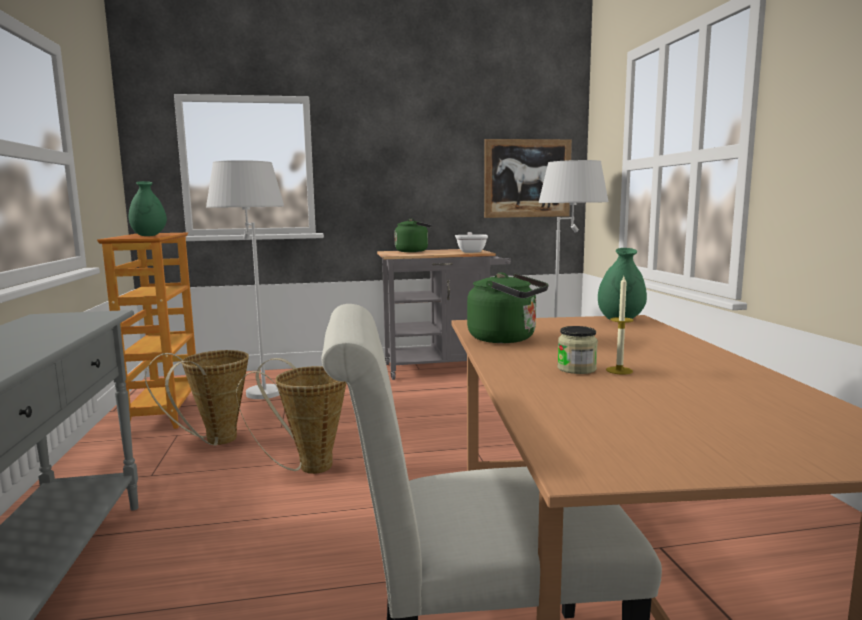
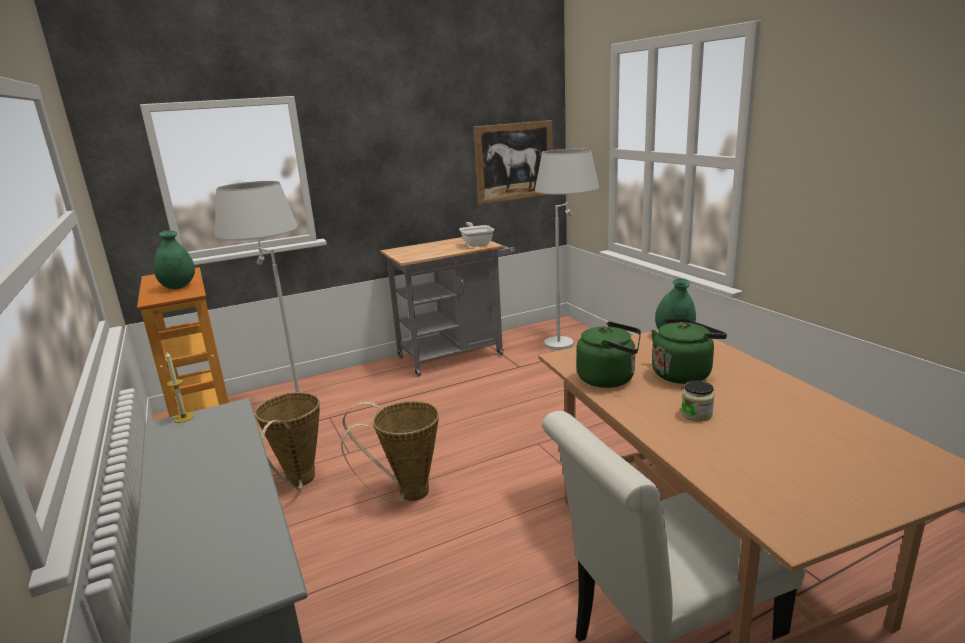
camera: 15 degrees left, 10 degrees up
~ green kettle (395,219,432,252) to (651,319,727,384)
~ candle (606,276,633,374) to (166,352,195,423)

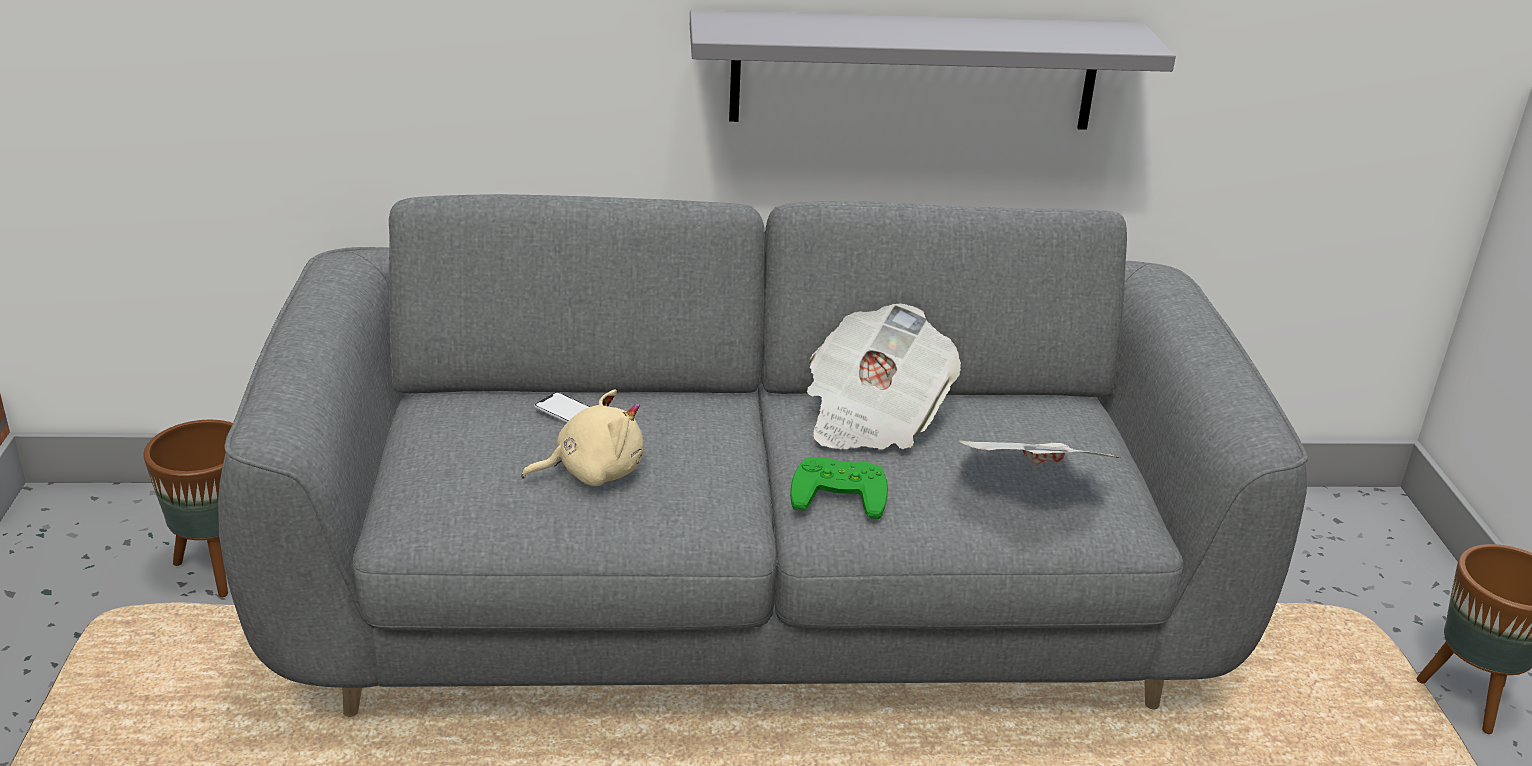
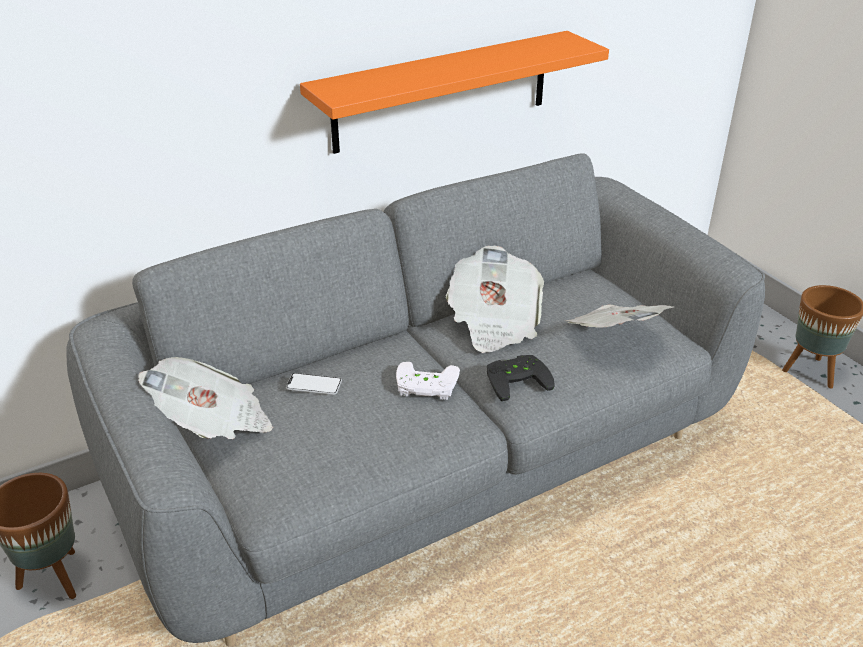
camera: 25 degrees left, 5 degrees up
- beige plush toy (521,389,644,486)
+ newspaper (138,357,274,439)
+ white game controller (396,362,460,400)
~ grey shelf (690,10,1176,130) to orange shelf (300,31,609,154)
~ green game controller (790,457,888,519) to black game controller (487,355,555,401)

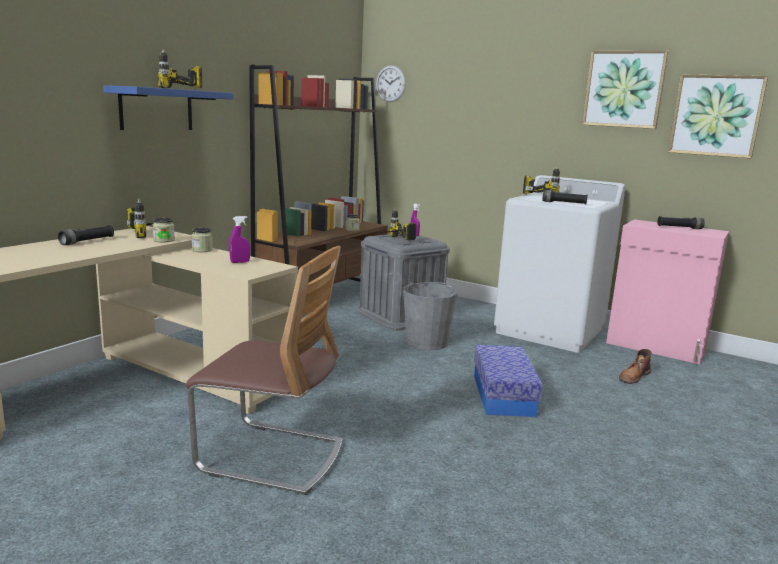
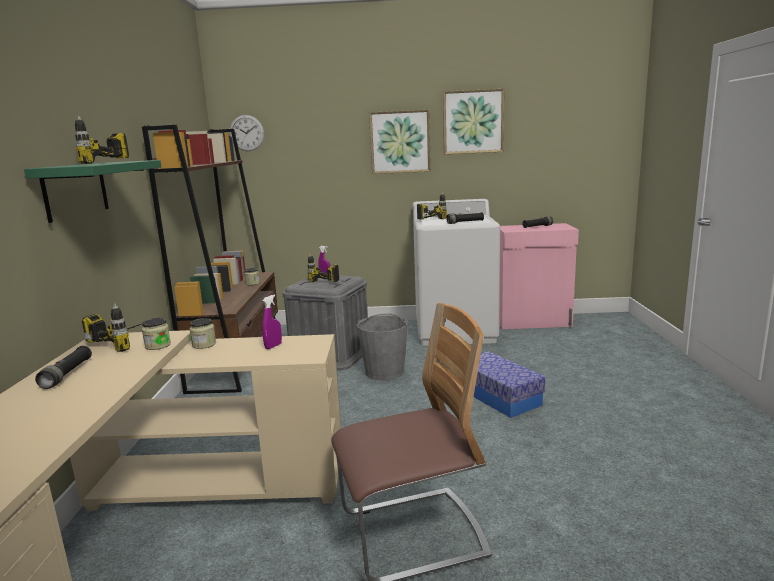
camera: 30 degrees left, 0 degrees up
- brown boot (619,349,652,384)
~ picture (668,74,768,158) to (369,110,431,174)
~ blue shelf (103,85,233,130) to green shelf (24,160,161,223)

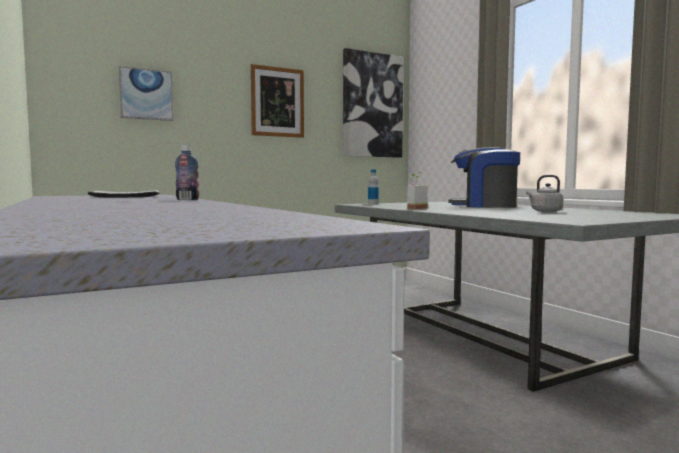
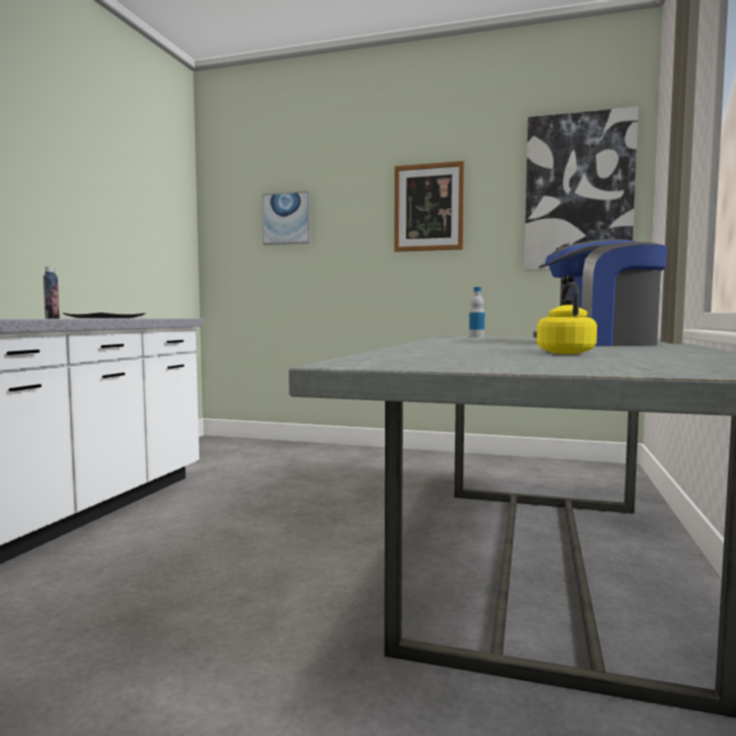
camera: 45 degrees right, 0 degrees up
- potted plant (407,172,428,209)
~ grey kettle (526,175,563,212) to yellow kettle (537,282,597,354)
~ coffee machine (448,147,520,208) = (533,239,667,346) 60 degrees counterclockwise

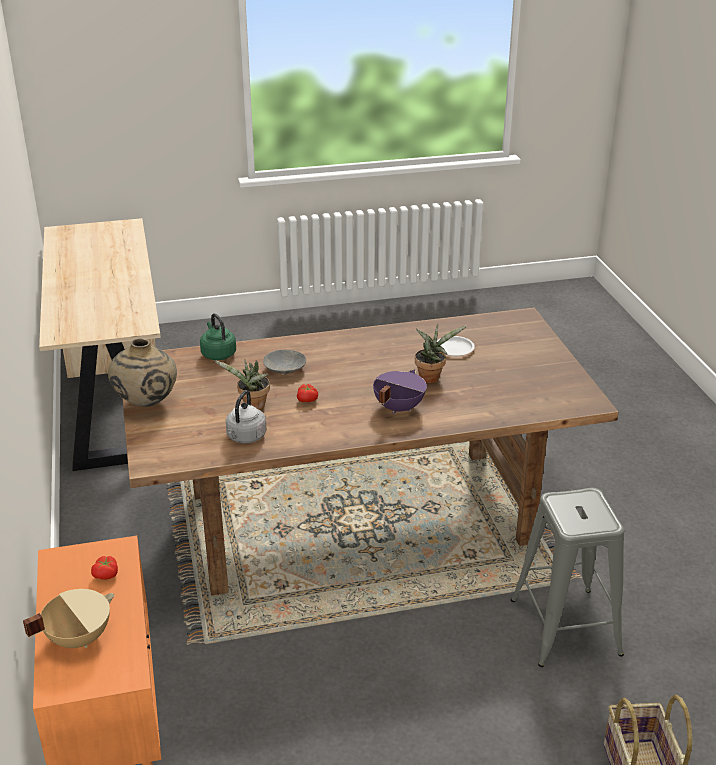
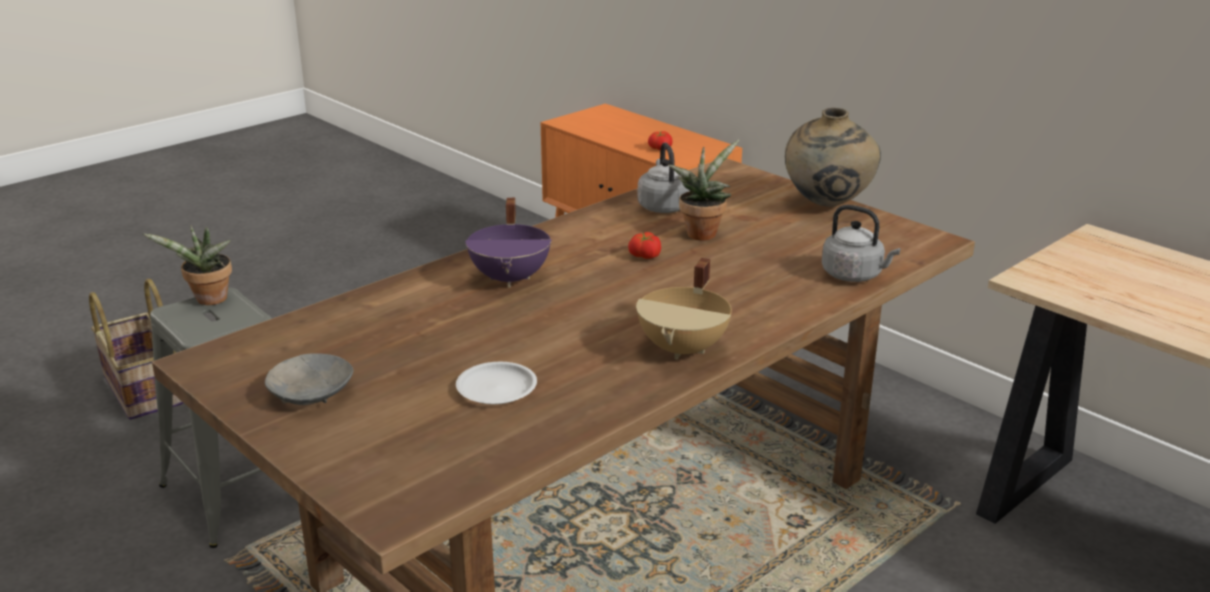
camera: 150 degrees right, 5 degrees down
~ beige cooking pot (23,589,115,648) to (636,258,732,360)
~ grey bowl (263,350,306,375) to (265,353,353,405)
~ potted plant (415,324,467,383) to (142,225,232,305)
~ green kettle (200,313,236,360) to grey kettle (822,205,901,282)

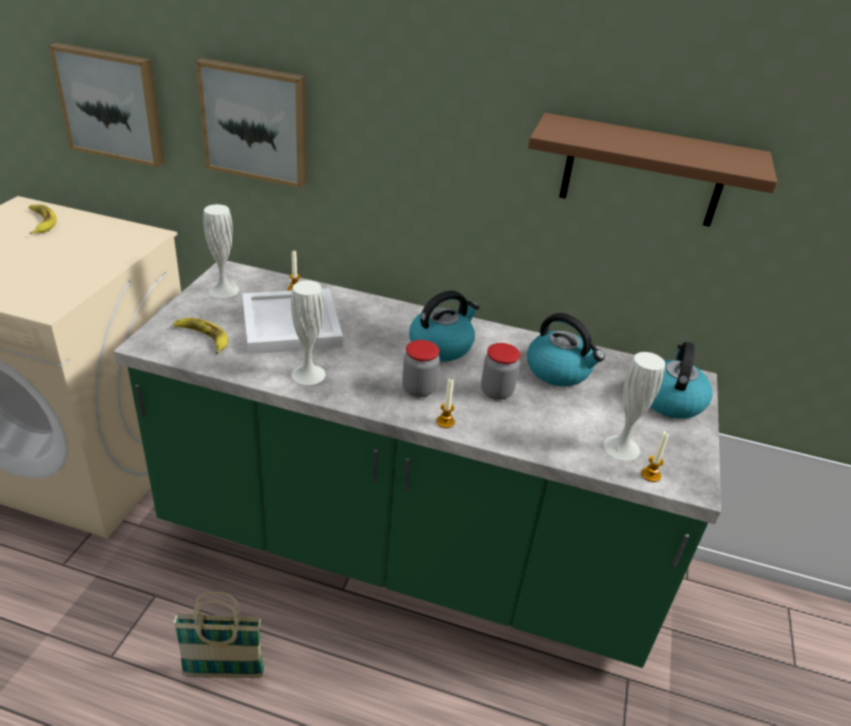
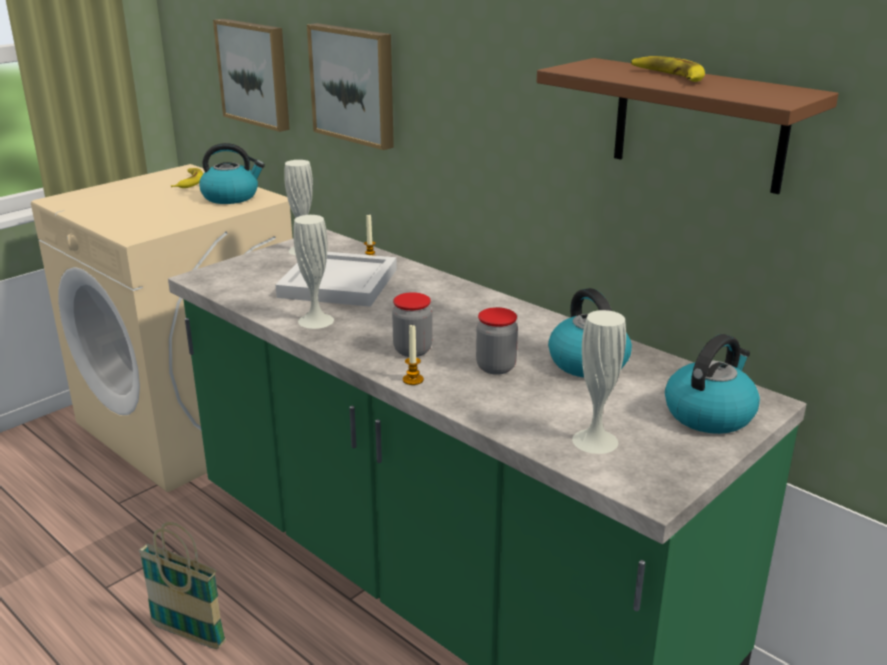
camera: 30 degrees right, 10 degrees down
- candle (641,431,669,482)
~ banana (173,318,228,354) to (631,56,705,82)
~ kettle (409,290,480,361) to (199,143,265,204)

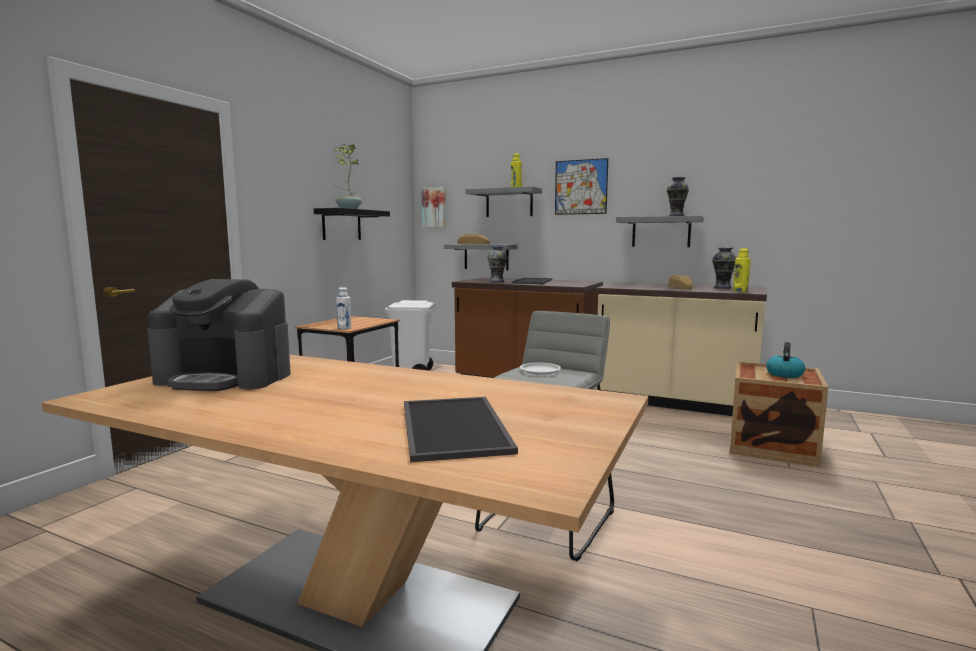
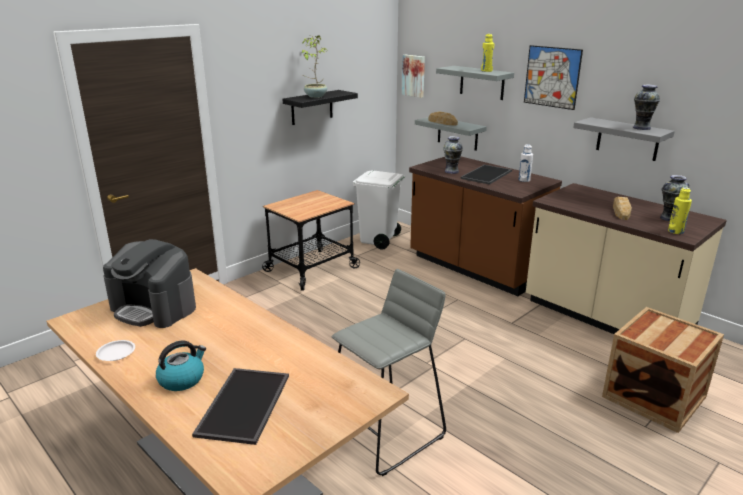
camera: 20 degrees right, 15 degrees up
~ white bottle (336,287,352,330) to (519,144,533,182)
~ white plate (520,363,561,375) to (96,340,135,361)
~ kettle (766,342,805,378) to (156,340,206,391)

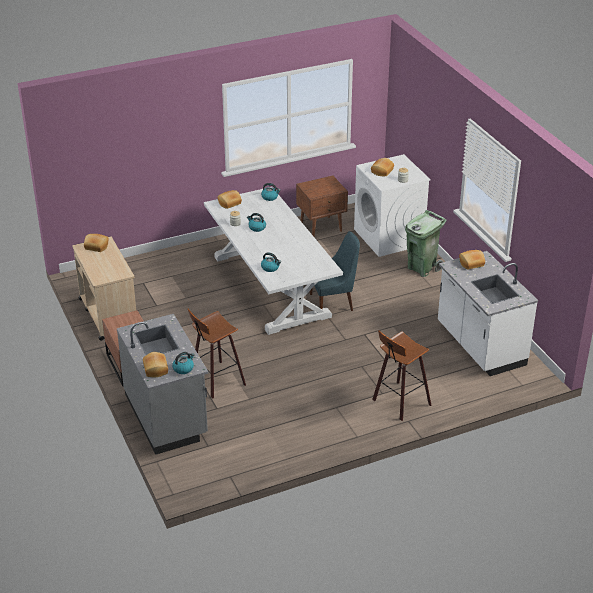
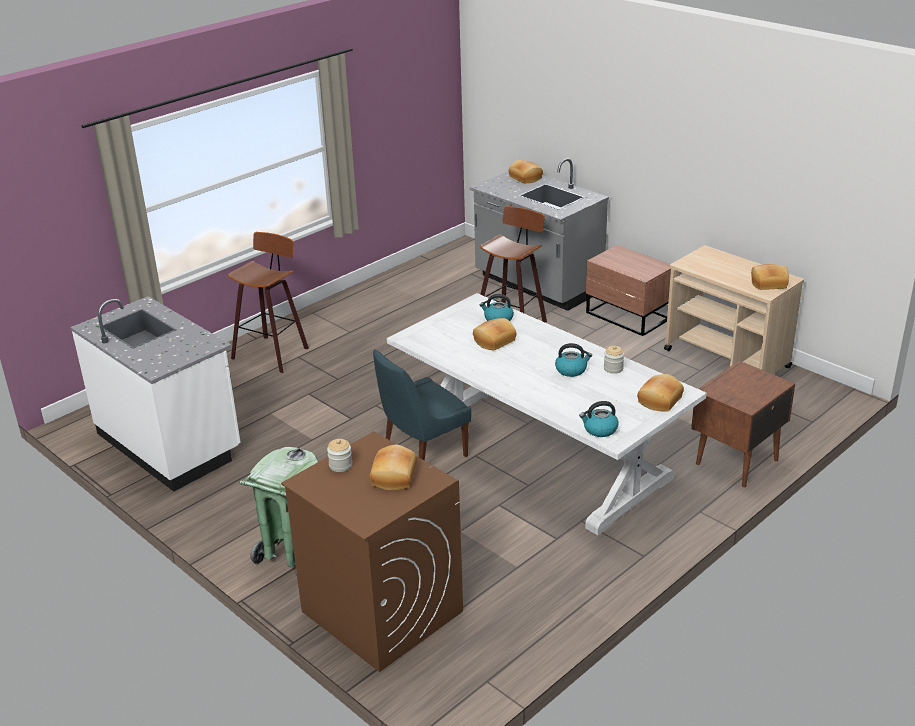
camera: 160 degrees right, 5 degrees down
- kettle (172,352,194,374)
~ brown nightstand (296,176,348,237) to (691,361,795,487)
~ bread (459,250,485,270) to (473,318,516,351)
~ white washing machine (354,154,431,257) to brown washing machine (281,431,463,672)

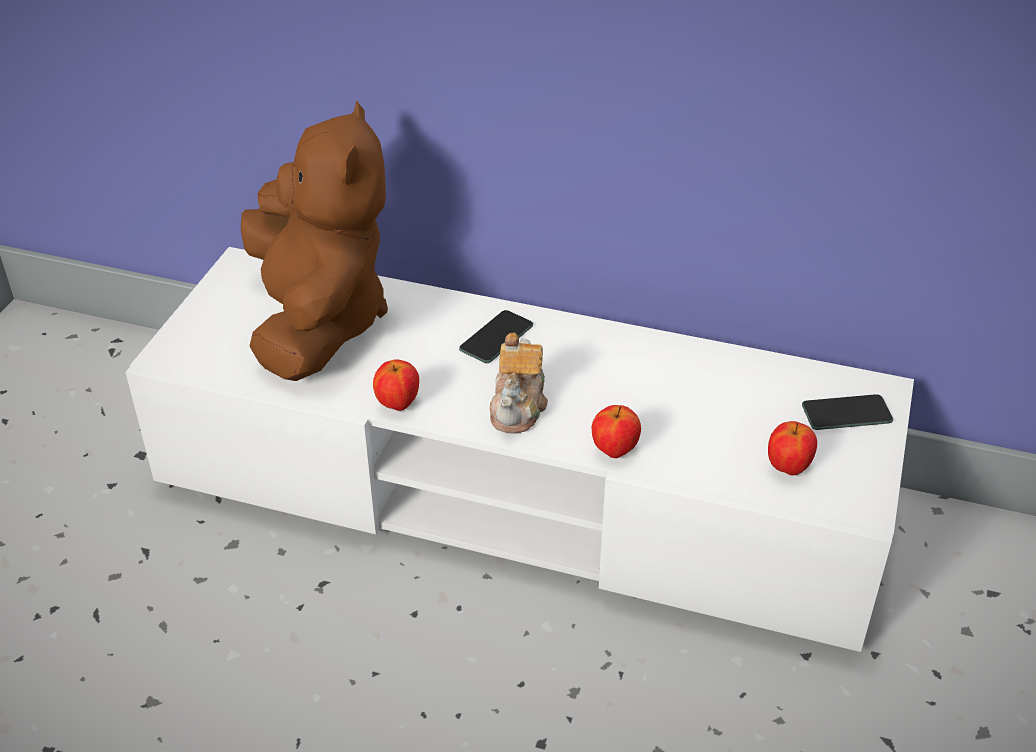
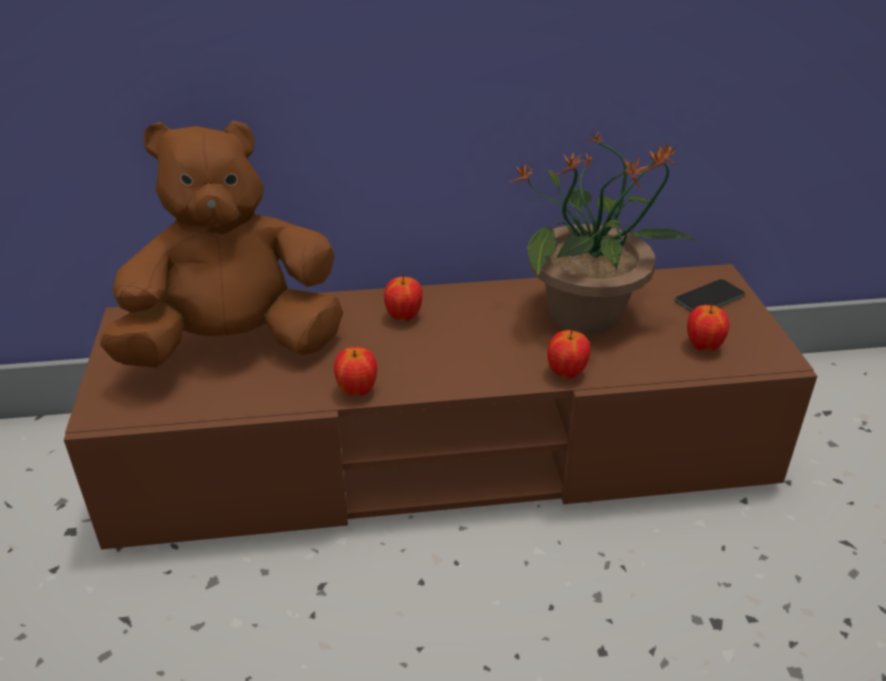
camera: 25 degrees left, 5 degrees down
- teapot (490,332,548,434)
+ potted plant (510,132,696,334)
~ phone (459,310,533,363) to apple (384,275,423,321)
~ white tv stand (126,247,914,652) to brown tv stand (64,264,817,550)
~ brown plush toy (241,100,388,381) = (100,120,343,368) 75 degrees counterclockwise

